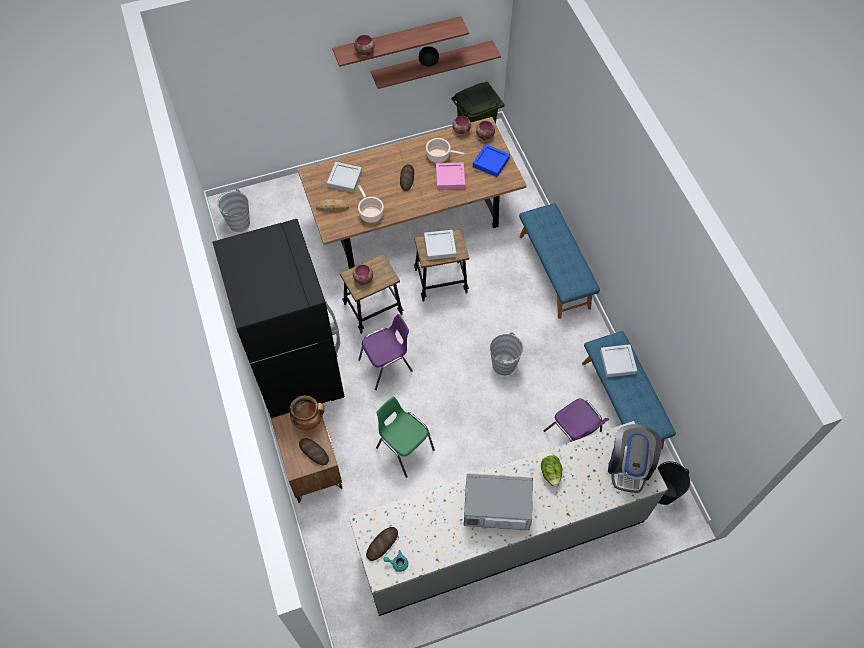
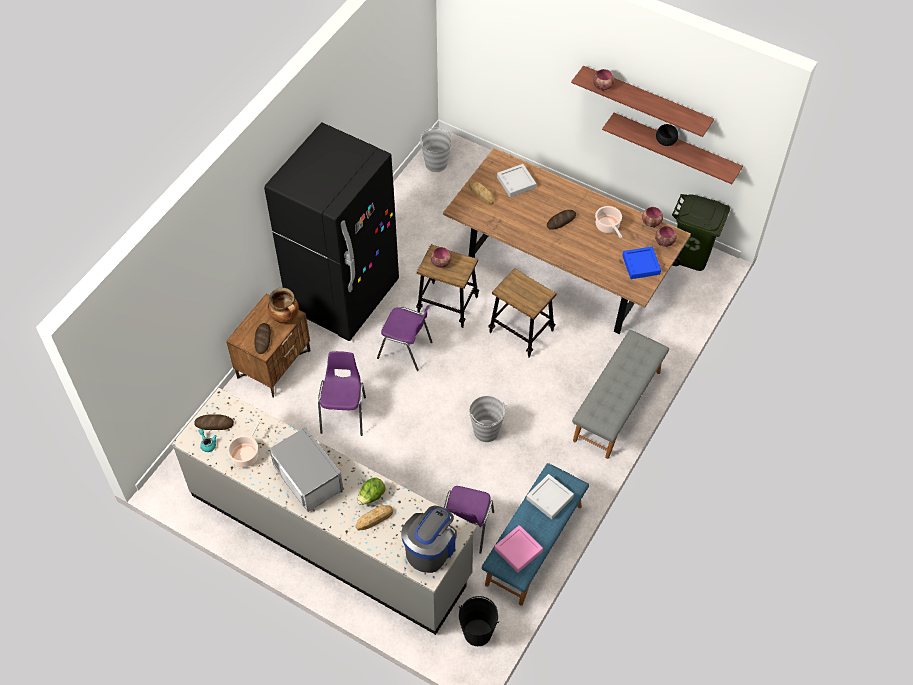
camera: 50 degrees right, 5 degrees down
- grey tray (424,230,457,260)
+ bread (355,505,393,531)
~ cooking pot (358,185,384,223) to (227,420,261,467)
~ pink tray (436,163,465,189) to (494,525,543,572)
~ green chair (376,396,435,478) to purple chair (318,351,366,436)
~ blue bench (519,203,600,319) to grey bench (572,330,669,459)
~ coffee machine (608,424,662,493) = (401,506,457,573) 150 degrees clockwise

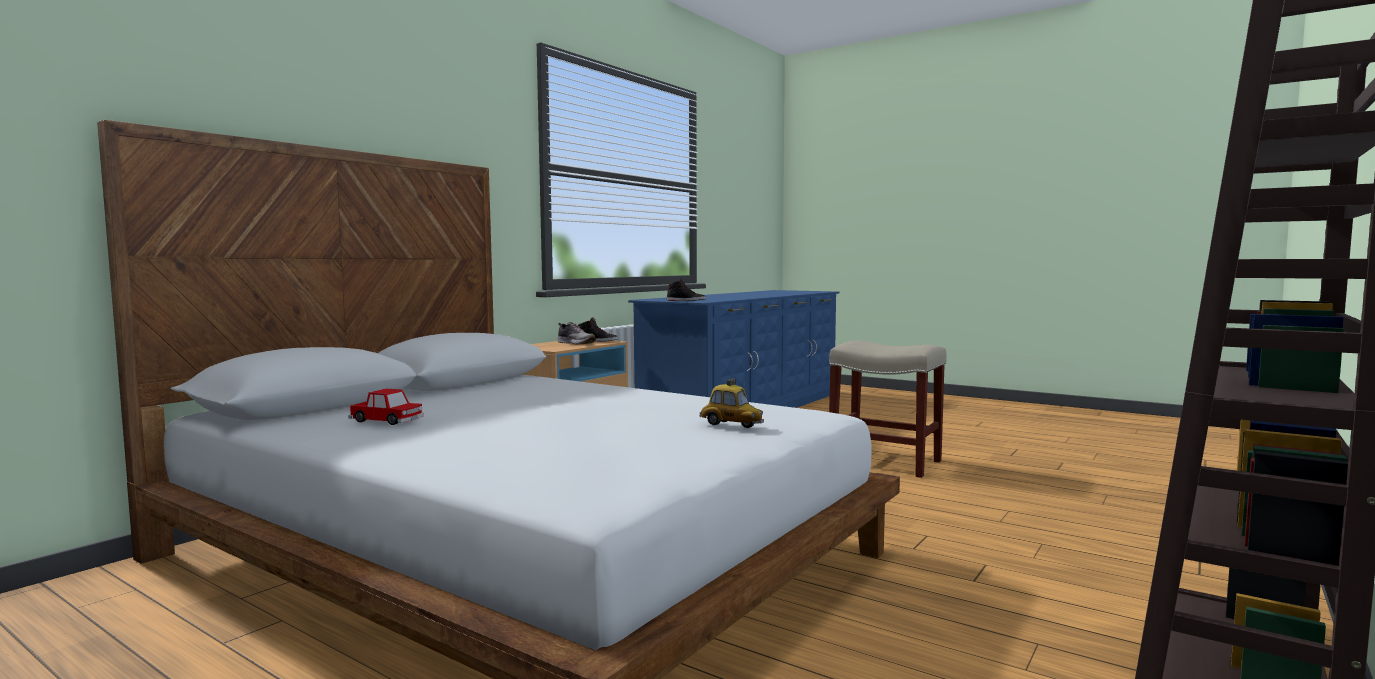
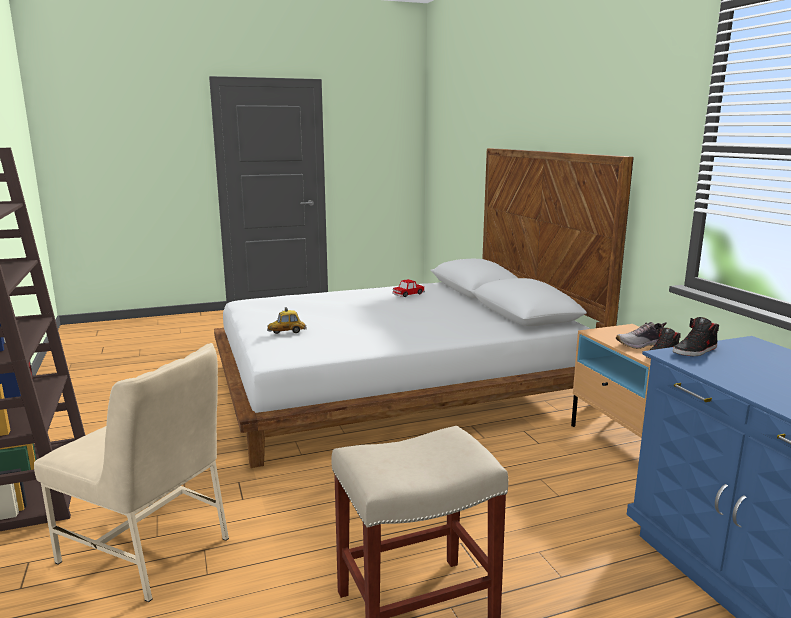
camera: 125 degrees right, 10 degrees up
+ beige chair (34,343,229,602)

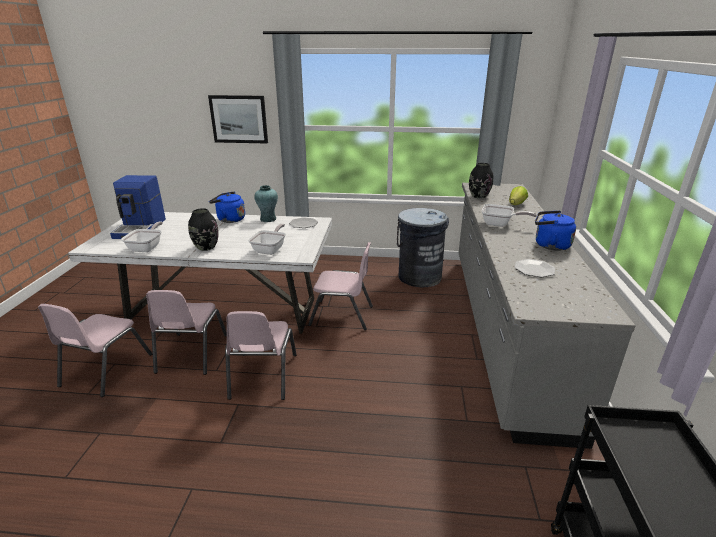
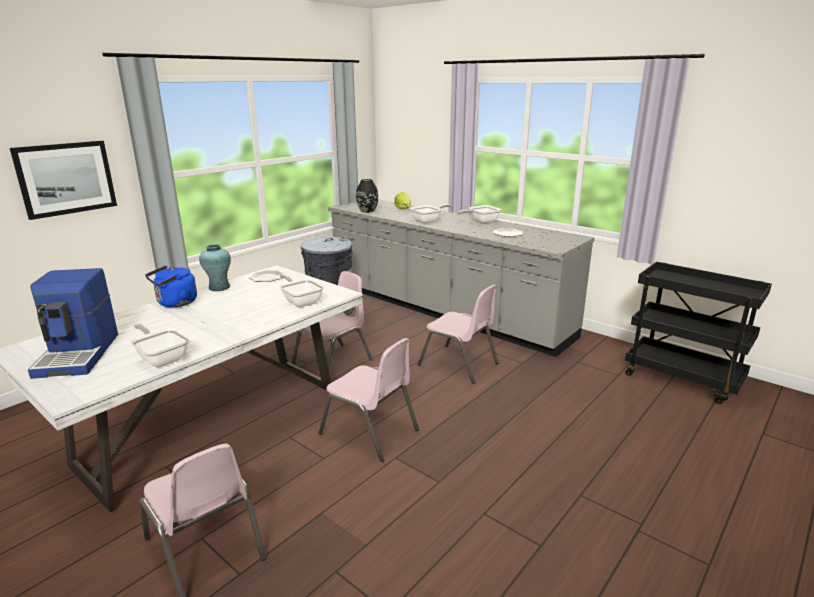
camera: 55 degrees left, 5 degrees down
- black vase (188,208,219,251)
~ pink chair (146,290,227,375) to (417,285,499,384)
~ blue kettle (535,211,576,251) to frying pan (457,205,501,223)
~ coffee machine (110,175,166,239) = (28,268,118,379) 45 degrees clockwise

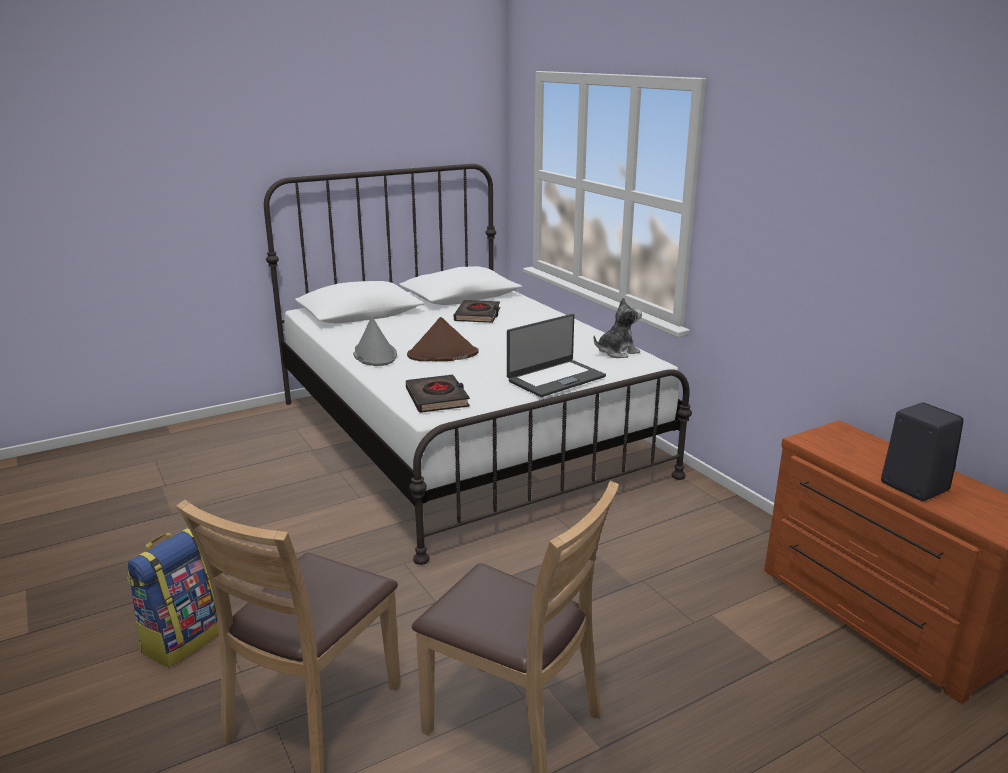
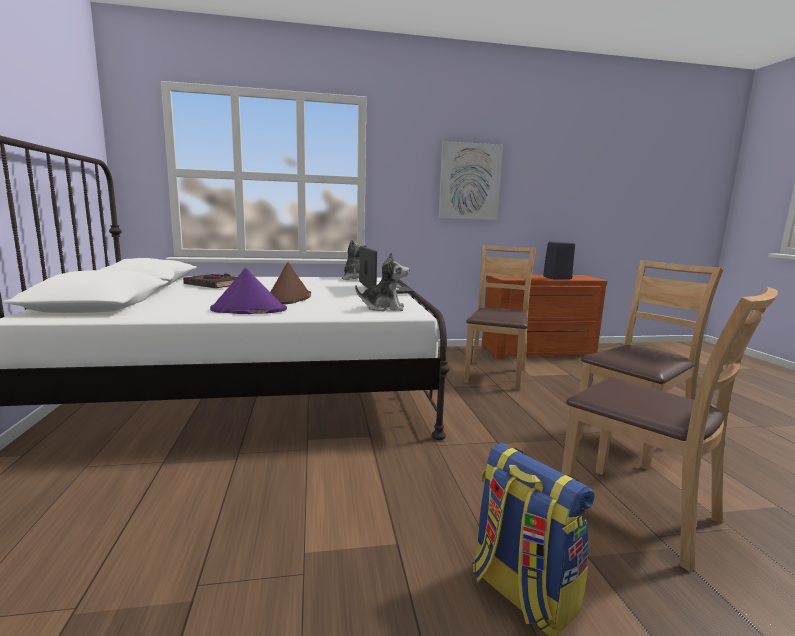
camera: 70 degrees left, 10 degrees down
+ picture (438,141,503,220)
+ brown chair (464,245,536,390)
~ black book (406,375,470,413) to plush toy (355,252,410,312)
~ grey hat (353,316,397,366) to purple hat (210,268,287,314)

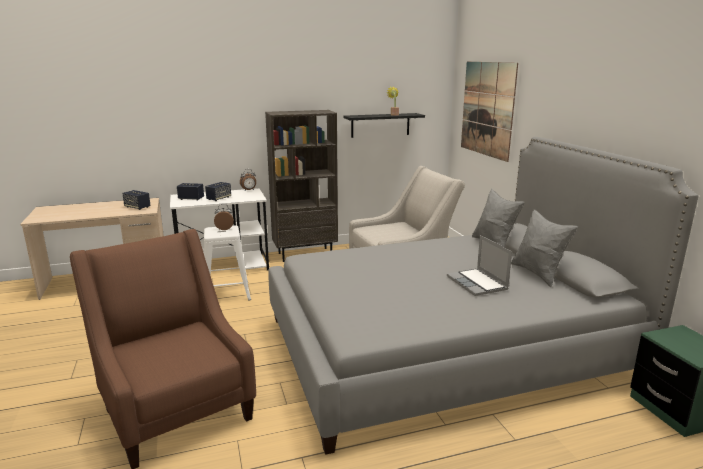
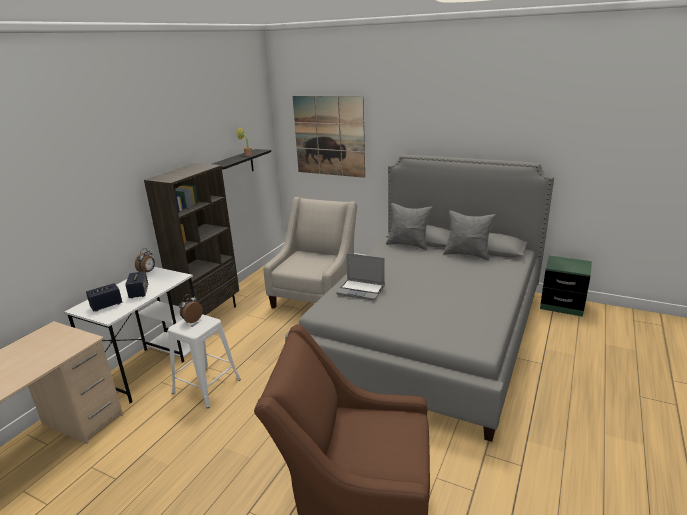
camera: 45 degrees left, 5 degrees up
- speaker (122,190,151,210)
~ laptop (447,235,512,296) to (336,253,385,301)

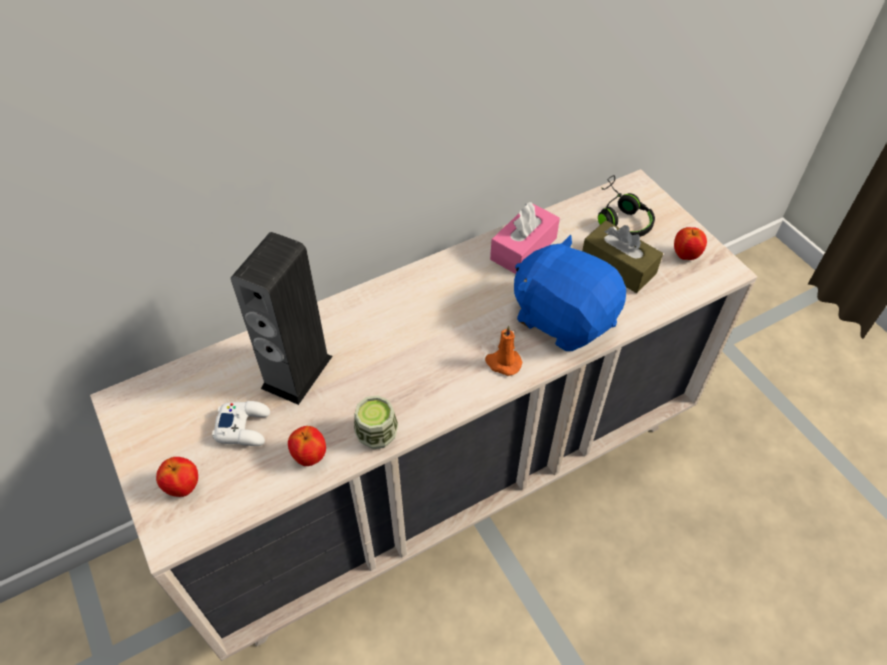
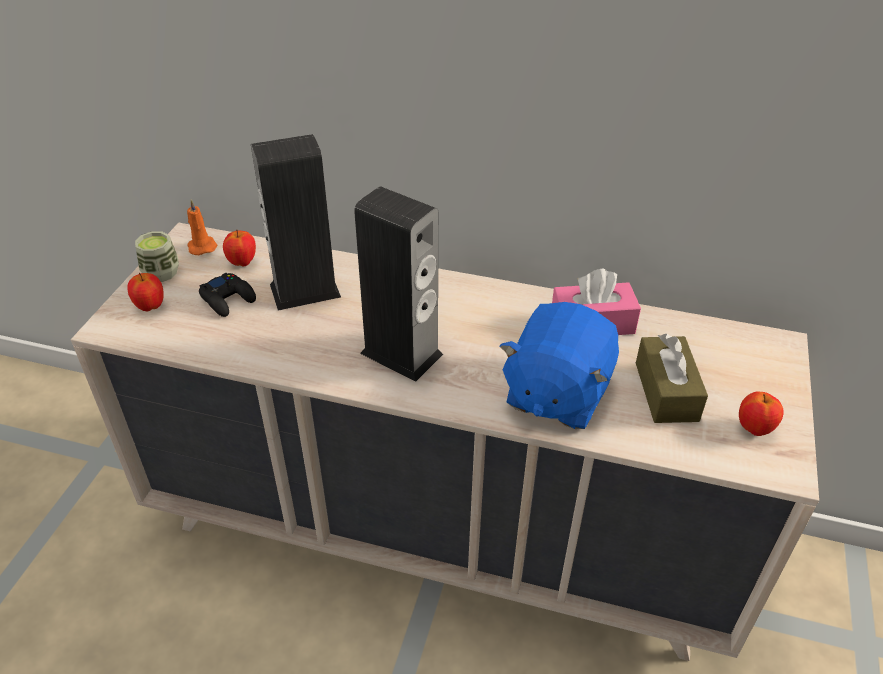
camera: 45 degrees right, 10 degrees down
- black headphones (598,175,655,237)
+ speaker (354,186,443,382)
~ apple (288,426,326,466) to (223,230,256,267)
~ cup (354,395,398,449) to (135,231,179,282)
~ orange candle (485,325,522,376) to (187,200,218,255)
~ white game controller (212,401,270,446) to black game controller (199,273,256,317)
~ blue plush toy (514,234,626,351) = (500,302,619,429) 150 degrees counterclockwise

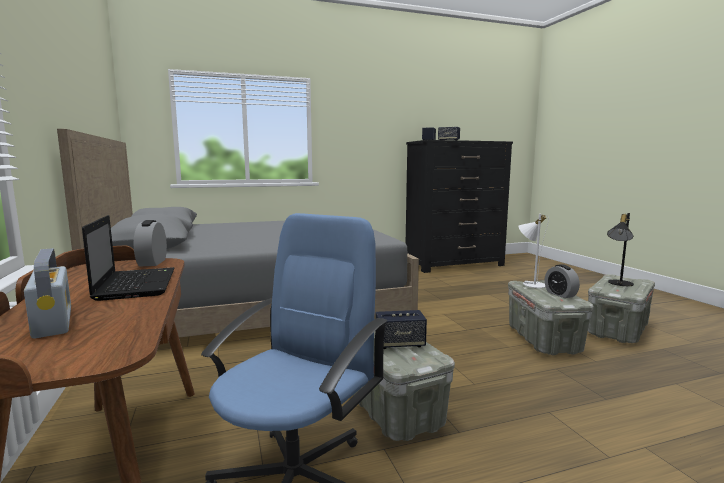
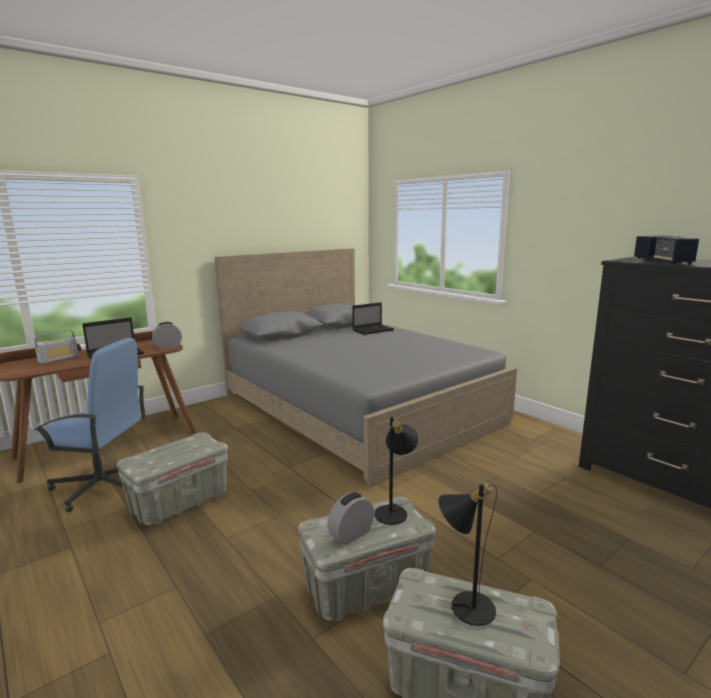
camera: 70 degrees right, 5 degrees up
- speaker (375,310,427,349)
+ laptop (352,302,394,335)
~ white table lamp (519,214,549,288) to black table lamp (374,416,418,525)

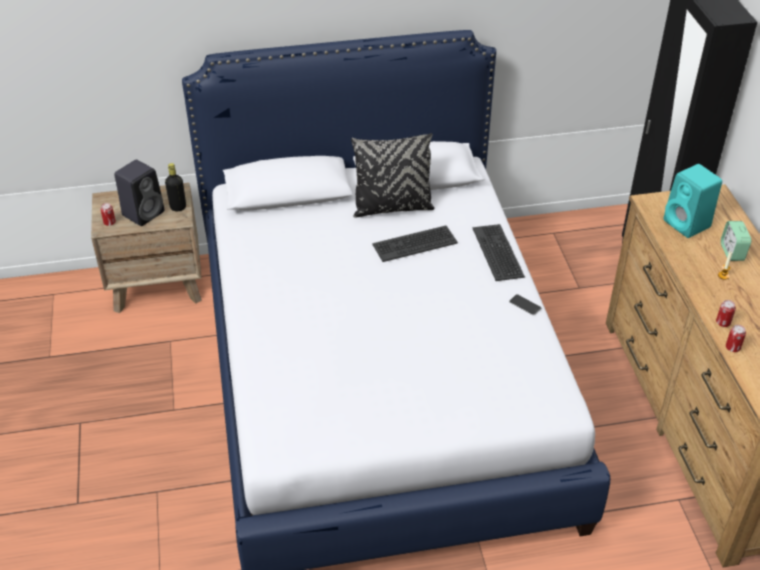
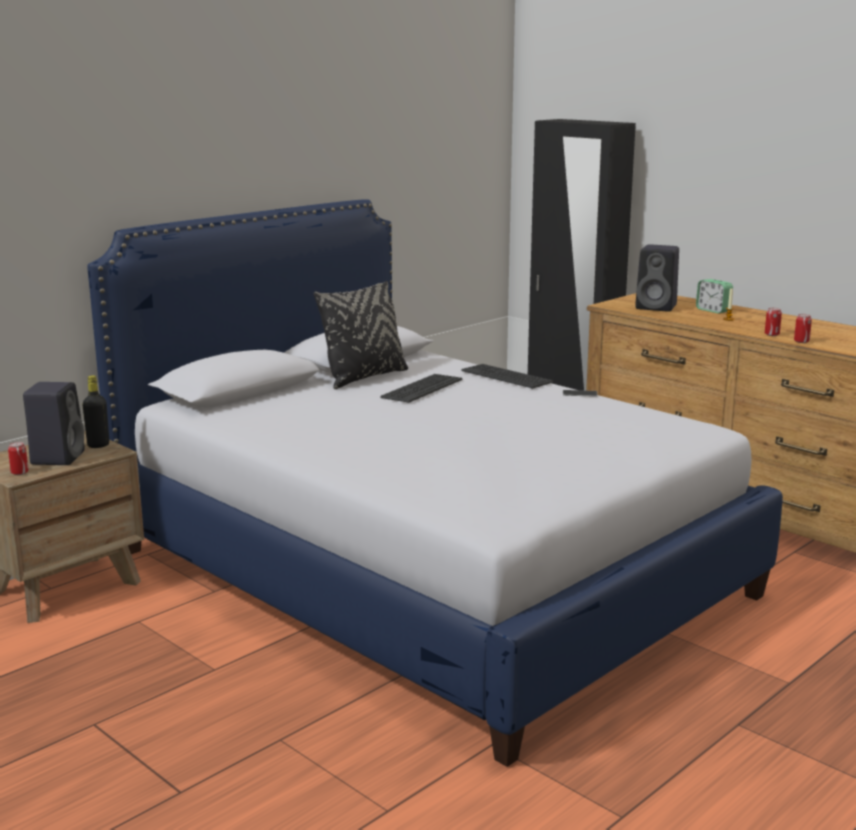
camera: 35 degrees left, 25 degrees down
~ turquoise speaker (663,164,722,238) to black speaker (635,244,679,312)

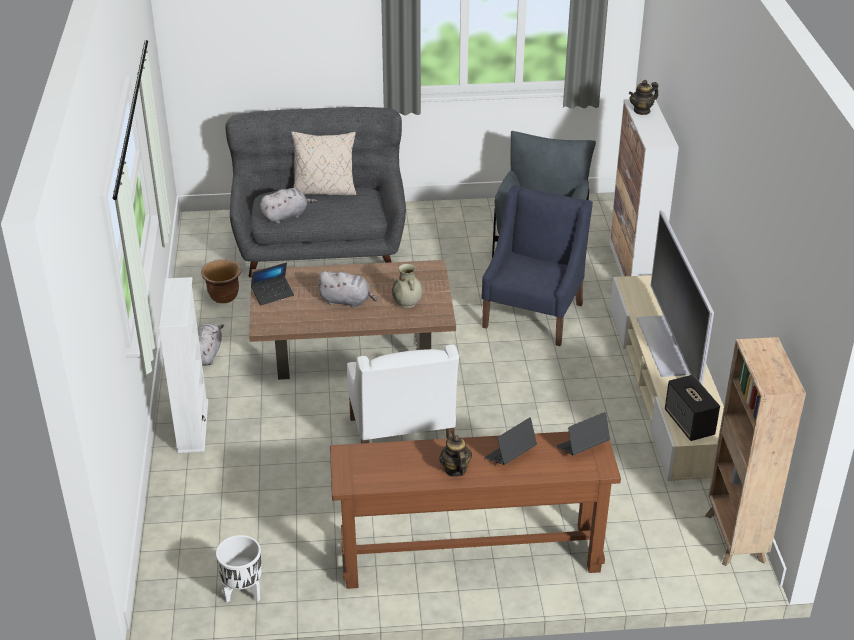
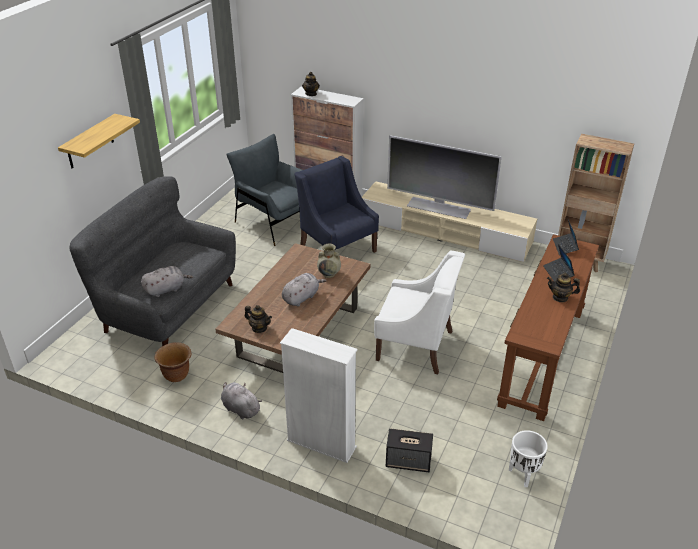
camera: 60 degrees left, 0 degrees up
- beige pillow (291,132,357,196)
+ shelf (58,114,140,168)
~ speaker (665,375,720,441) to (386,428,433,472)
~ laptop (251,262,294,305) to teapot (245,305,272,333)
~ grey plush toy (260,188,318,224) = (141,266,193,297) 60 degrees clockwise

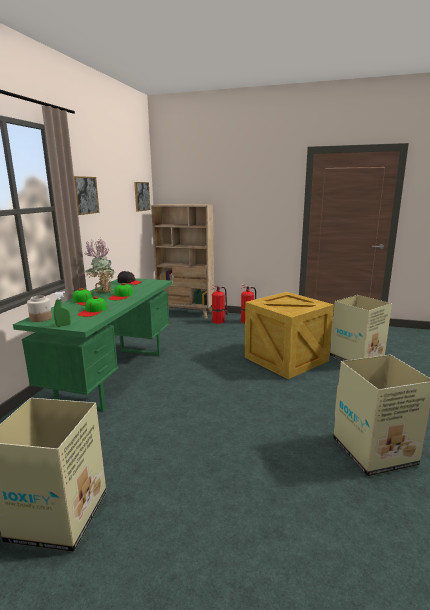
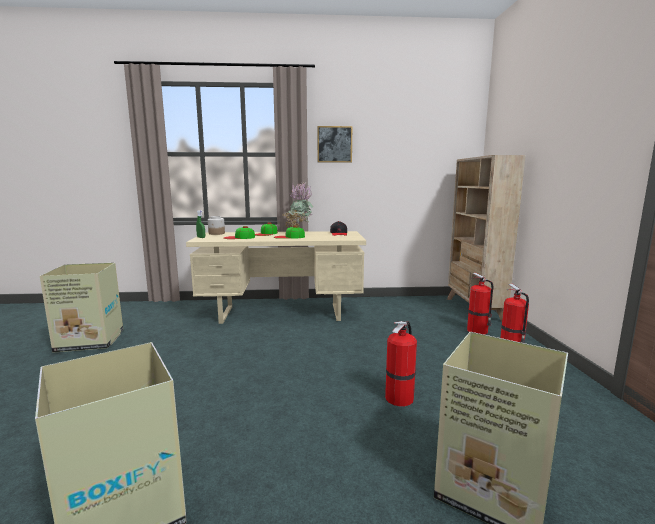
camera: 70 degrees right, 5 degrees down
- picture (134,182,150,212)
~ crate (245,292,334,379) to fire extinguisher (385,321,417,406)
~ green desk (13,278,172,412) to beige desk (186,231,366,324)

